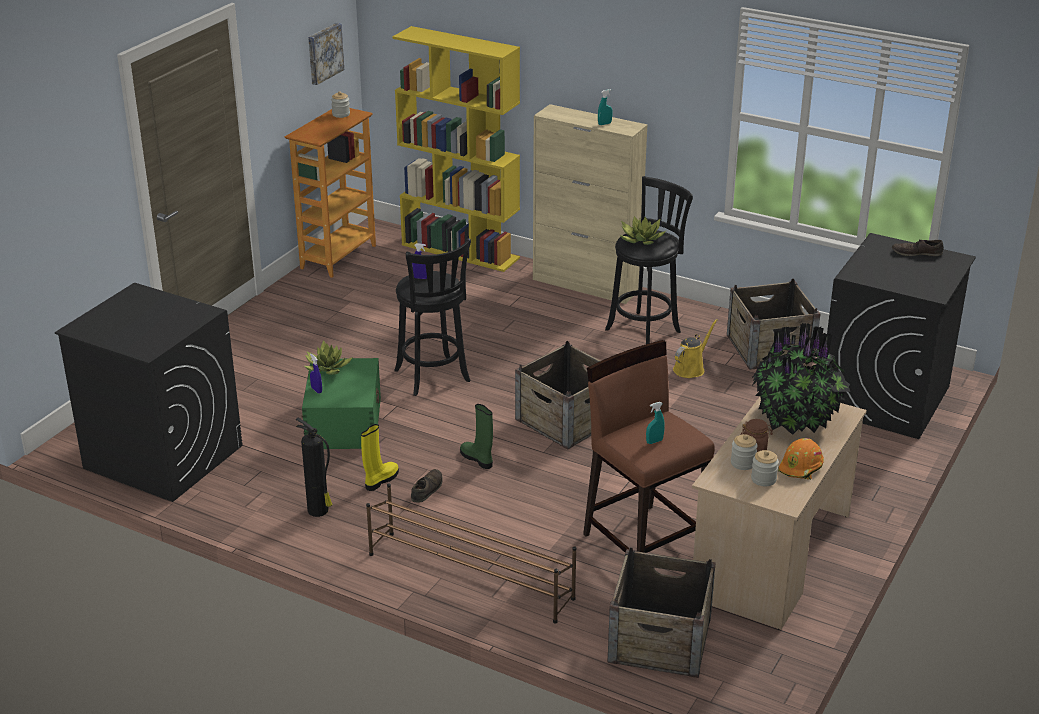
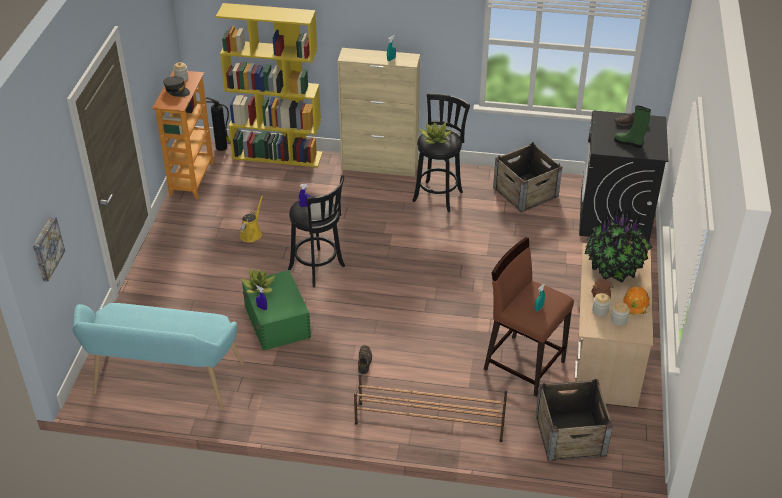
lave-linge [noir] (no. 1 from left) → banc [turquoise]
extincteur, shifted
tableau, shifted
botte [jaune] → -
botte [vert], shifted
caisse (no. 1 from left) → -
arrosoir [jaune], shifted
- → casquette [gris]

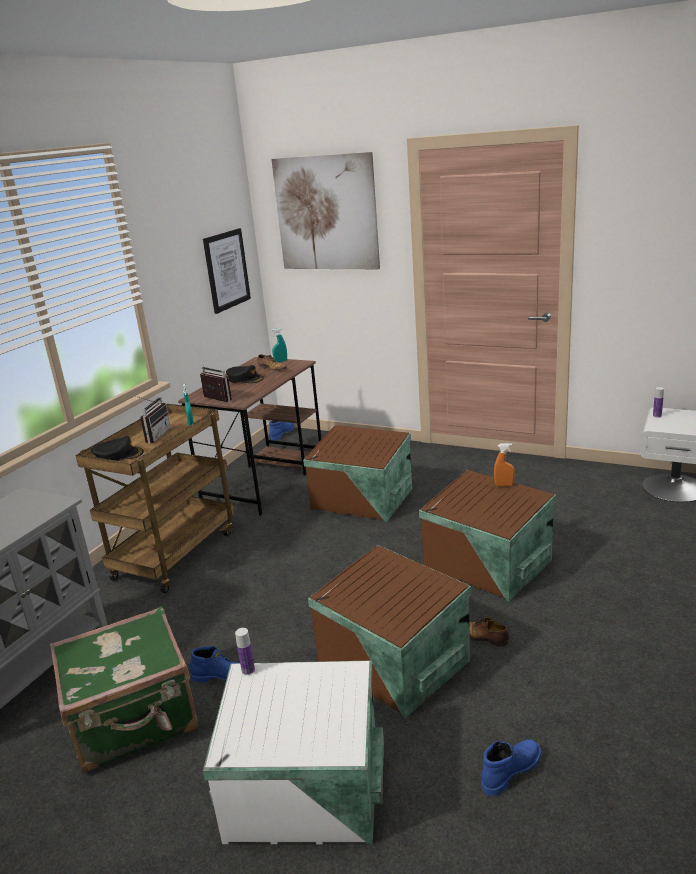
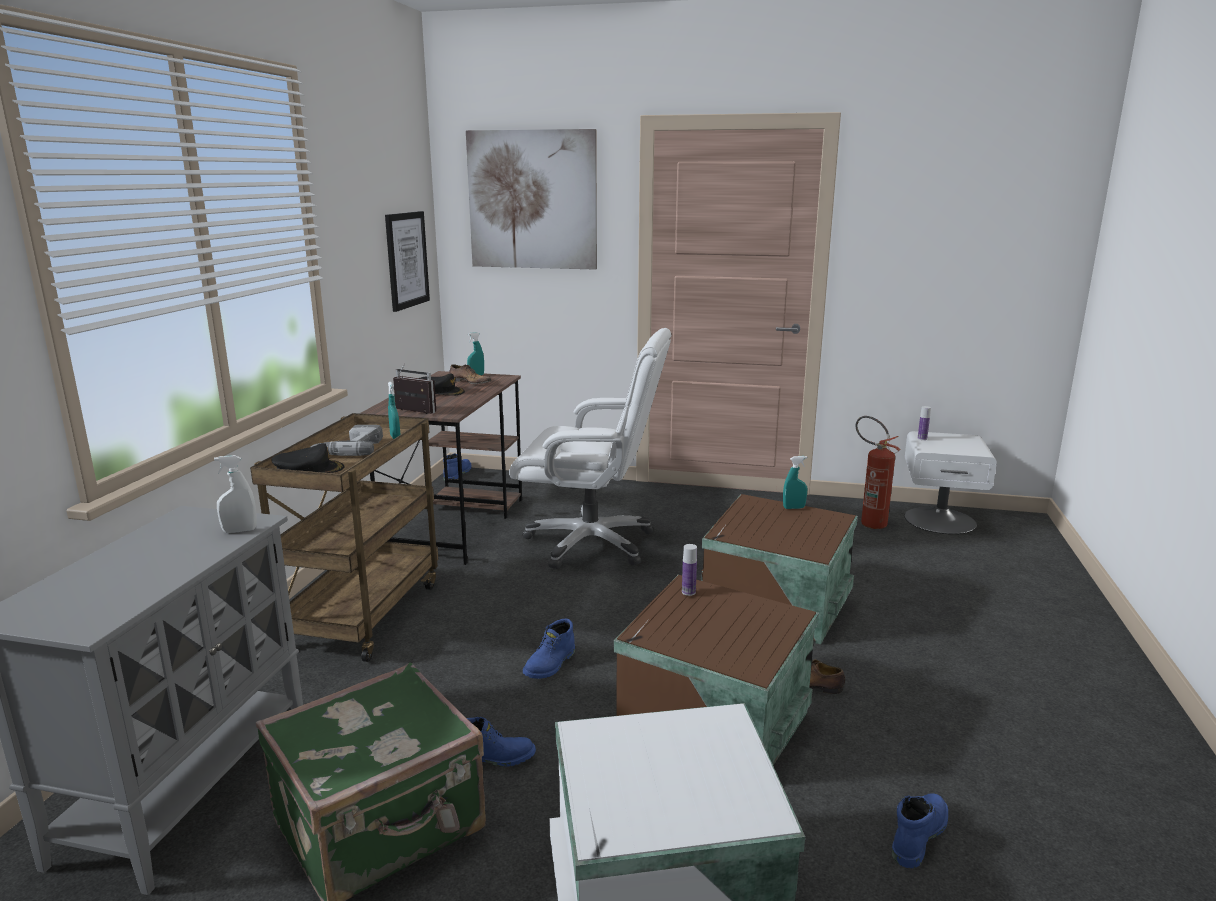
radio (no. 1 from left) → perceuse
bouteille (no. 1 from left), shifted
boîte de rangement [marron] (no. 1 from left) → chaise de bureau [blanc]
vaporisateur [orange] → vaporisateur [turquoise] (no. 3 from left)
- → vaporisateur [blanc]
- → botte [bleu] (no. 3 from left)
- → extincteur

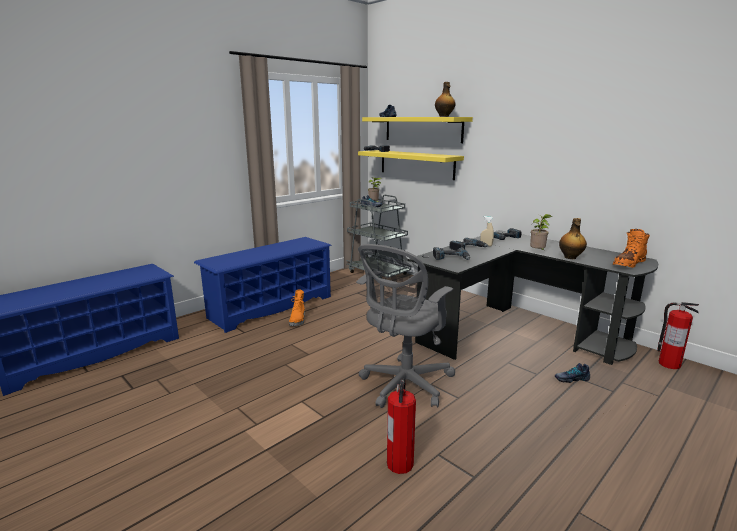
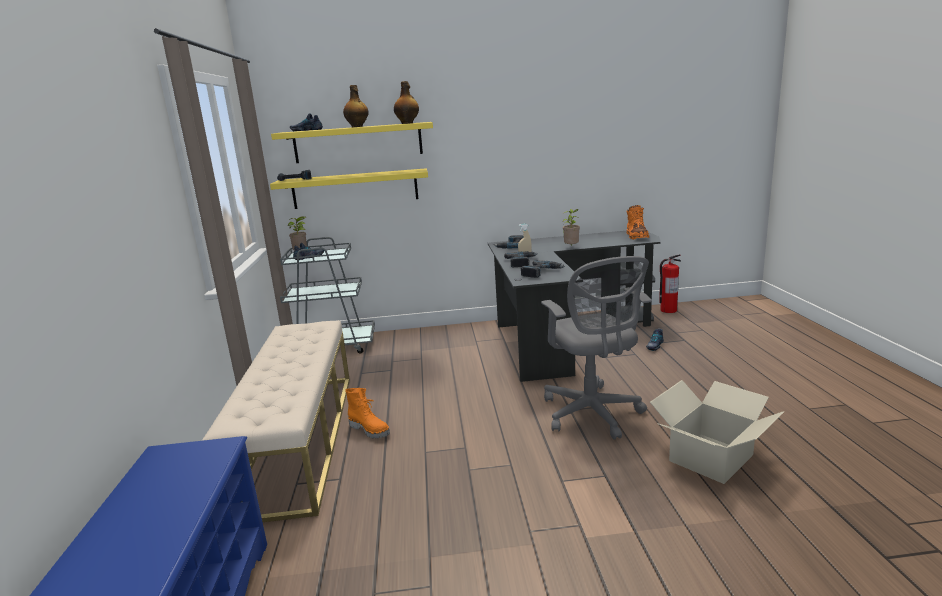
étagère à chaussures [bleu] (no. 2 from left) → banc [beige]
extincteur (no. 1 from left) → carton
bouteille (no. 2 from left in the first image) → bouteille (no. 1 from left), shifted

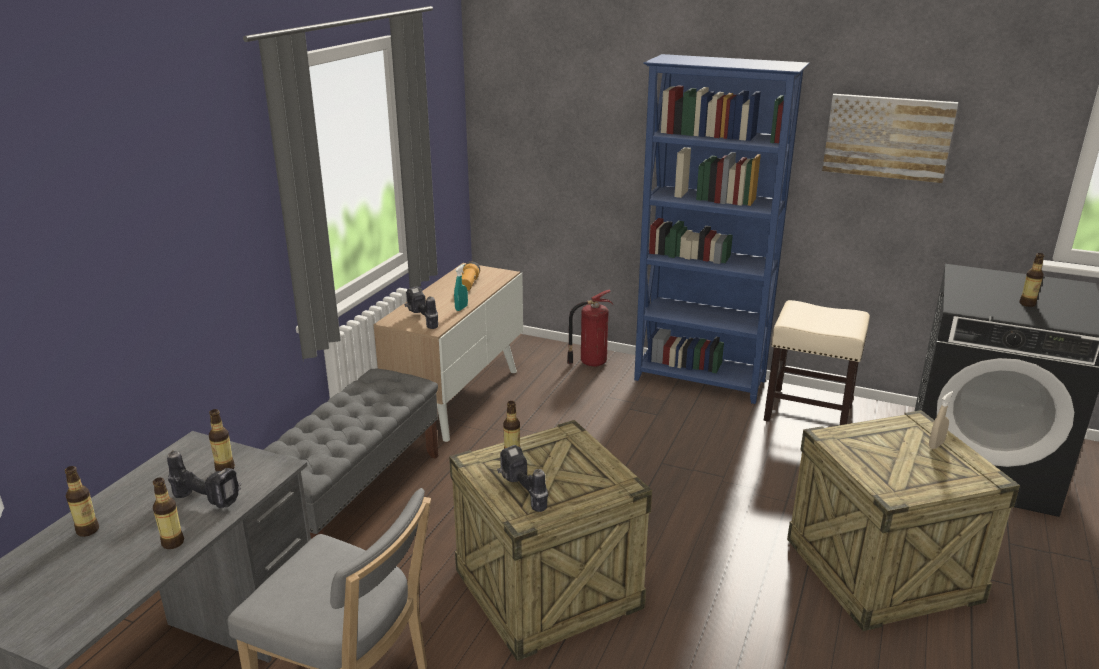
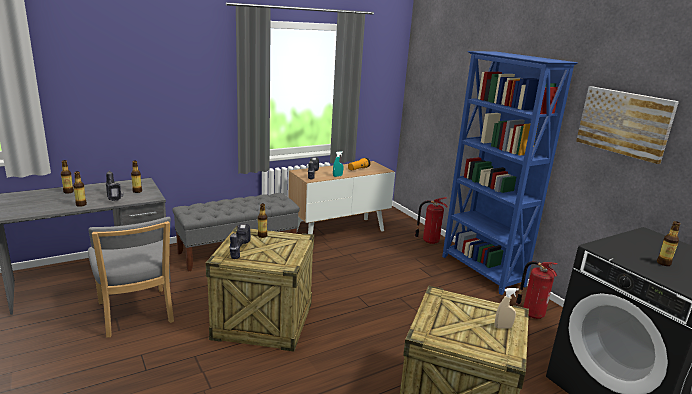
tabouret [beige] → extincteur (no. 2 from left)

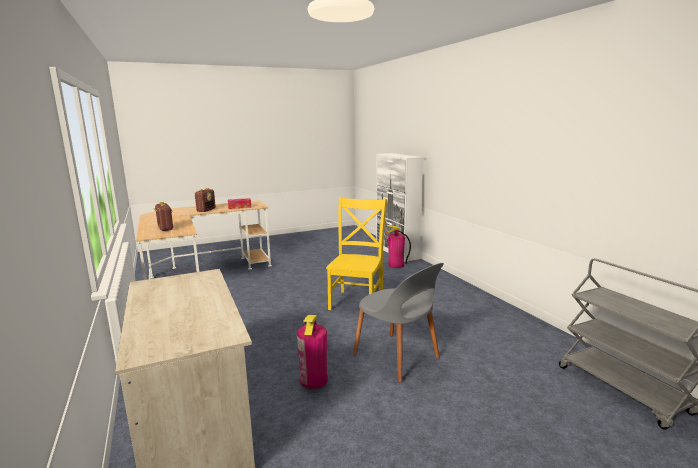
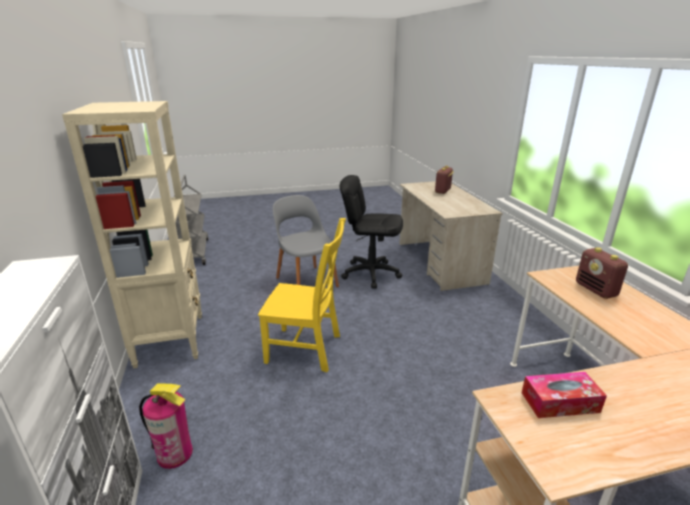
radio (no. 2 from left in the first image) → radio (no. 1 from left), shifted
extincteur (no. 1 from left) → chaise de bureau [noir]
chaise [jaune], 105 degrees counterclockwise
- → bibliothèque [beige]

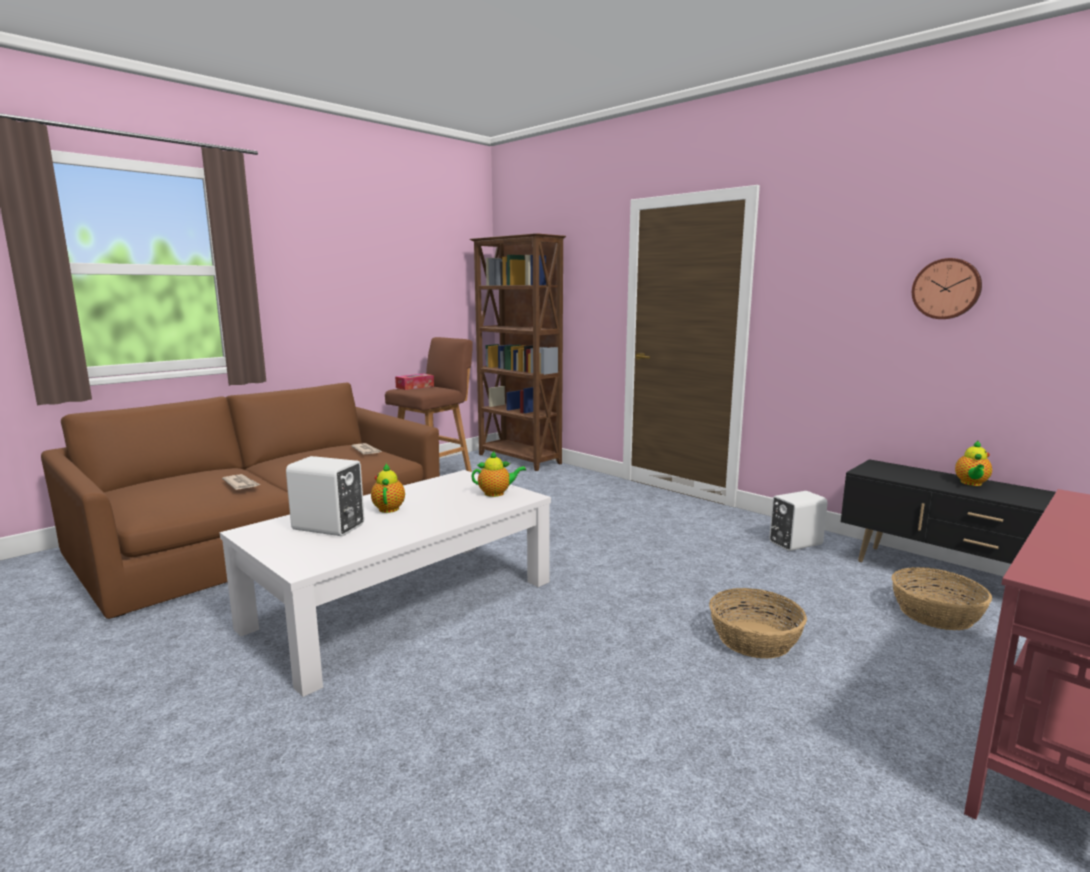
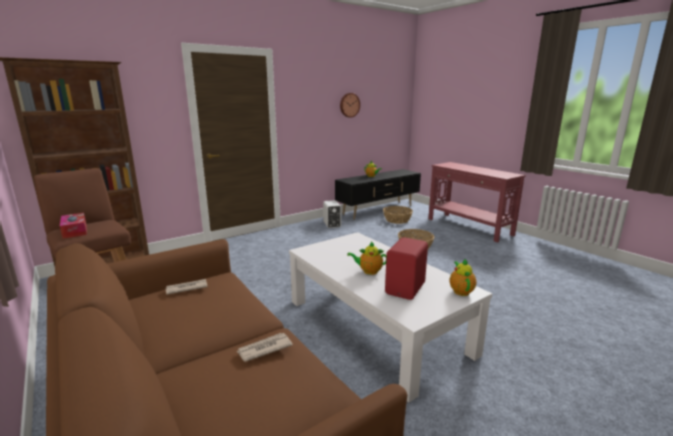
enceinte [blanc] (no. 1 from left) → enceinte [rouge]
théière (no. 2 from left in the first image) → théière (no. 3 from left), shifted

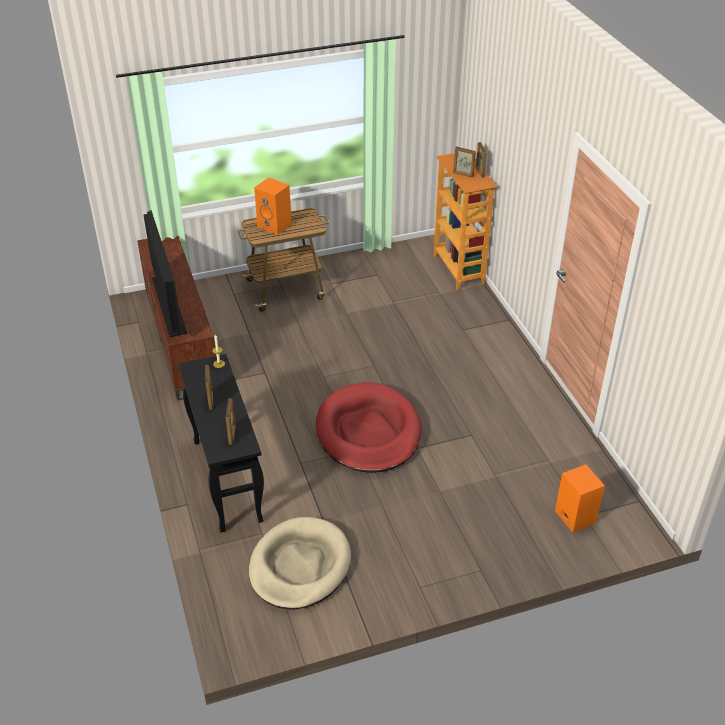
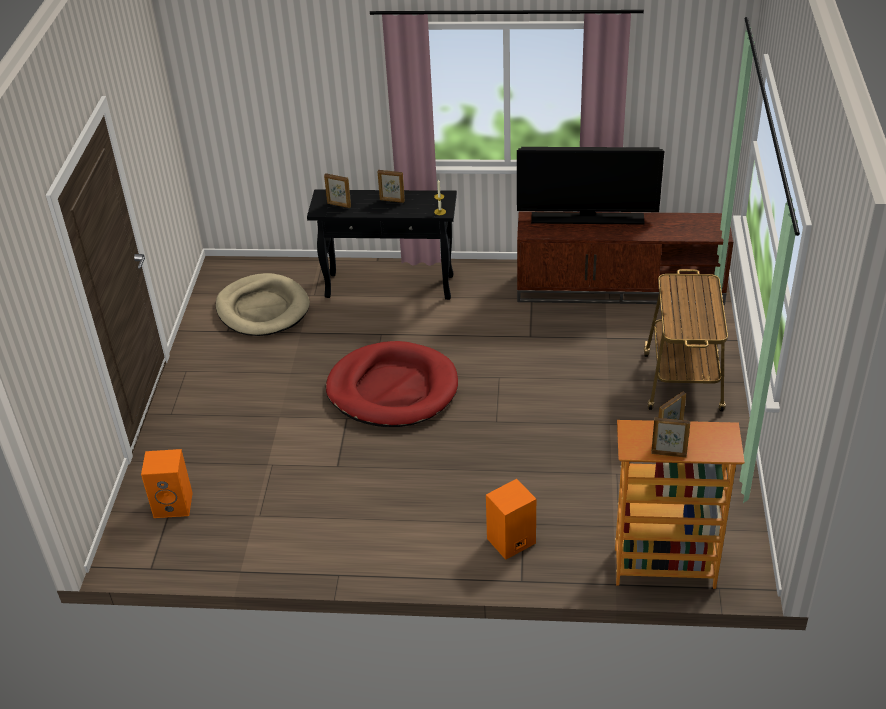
enceinte [orange] (no. 1 from left in the first image) → enceinte [orange] (no. 2 from left), shifted

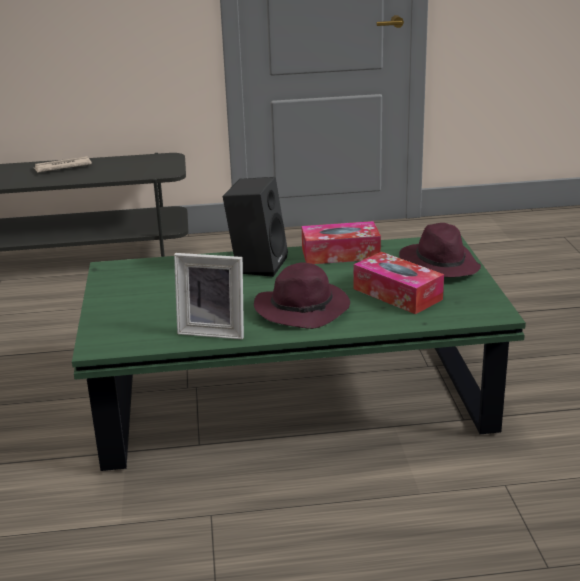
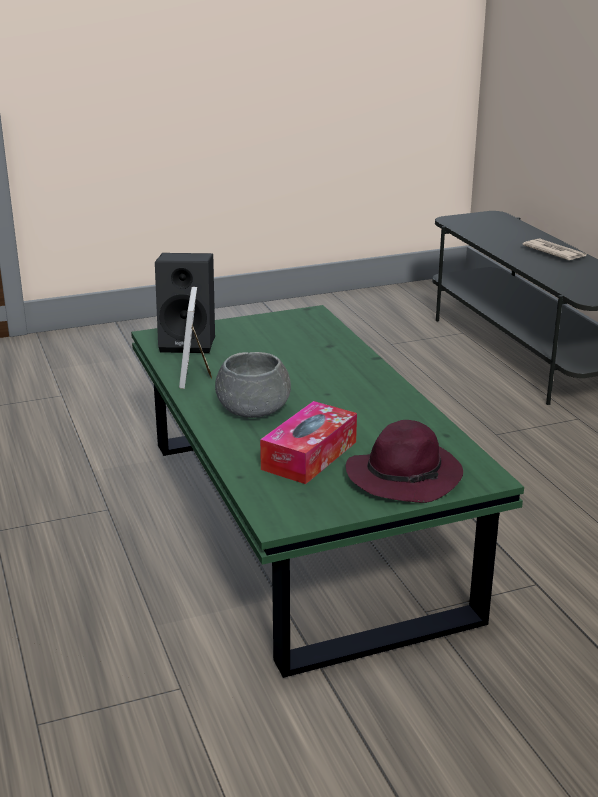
enceinte [noir], shifted
chapeau [violet] (no. 1 from left) → bol [gris]
boîte à mouchoirs (no. 1 from left) → -

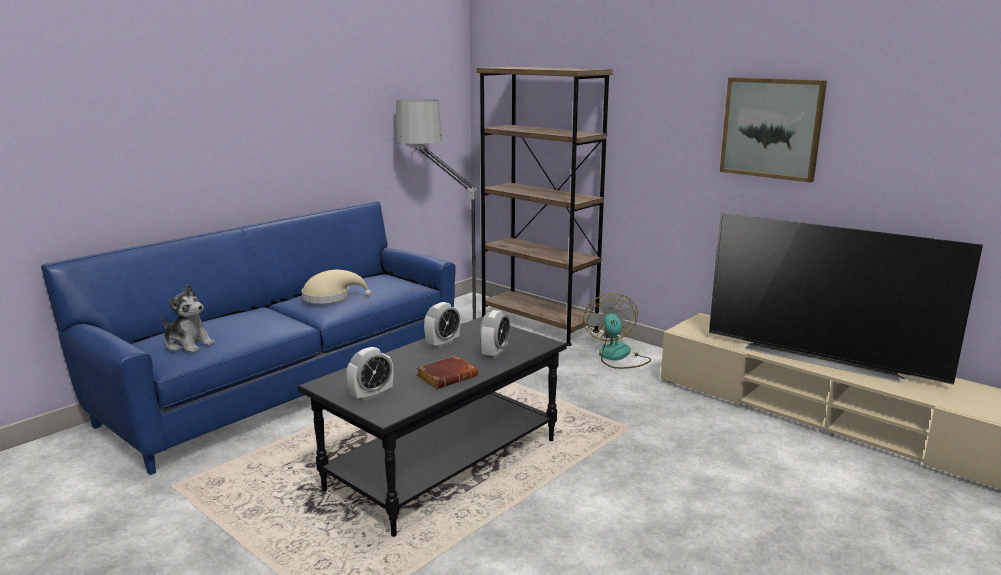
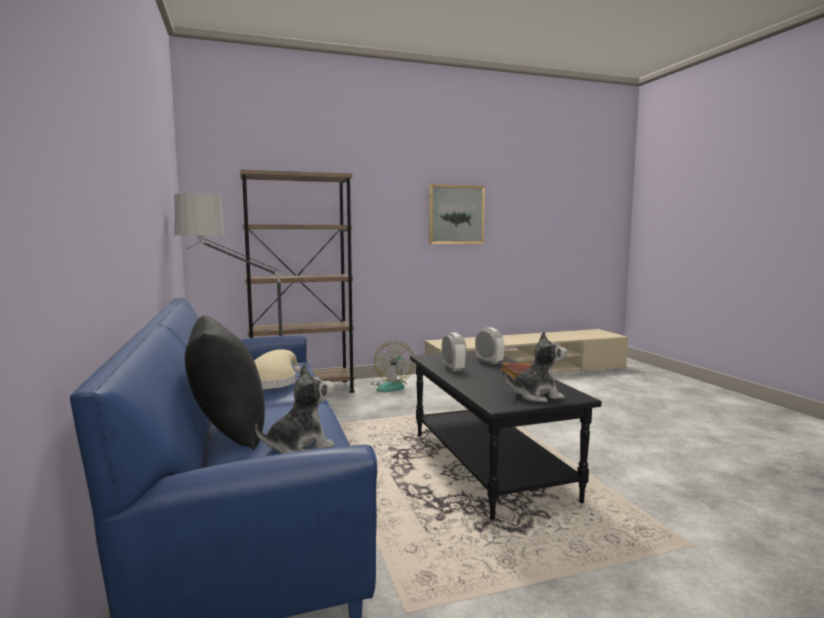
réveil (no. 1 from left) → peluche (no. 2 from left)
ventilateur, 105 degrees counterclockwise
téléviseur → -
- → coussin [noir]

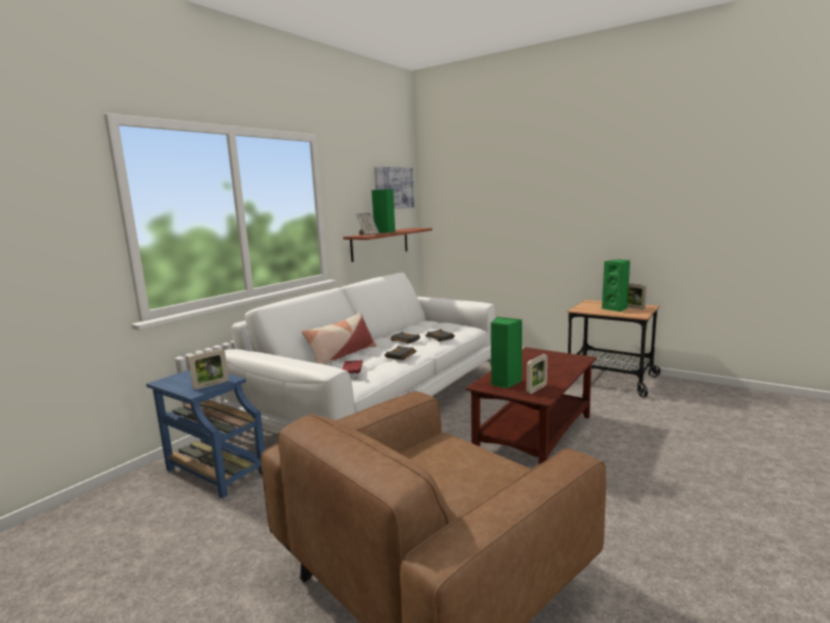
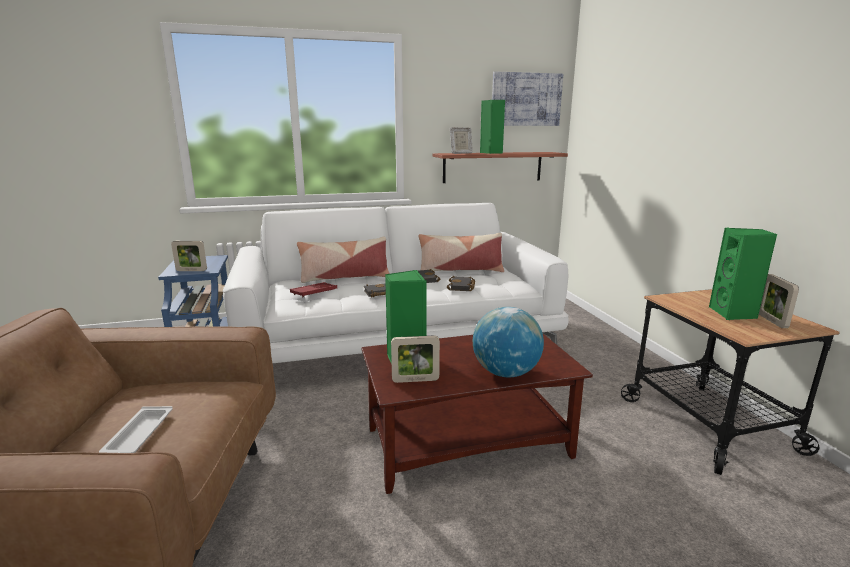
- → plateau [blanc]
- → coussin (no. 2 from left)
- → globe

